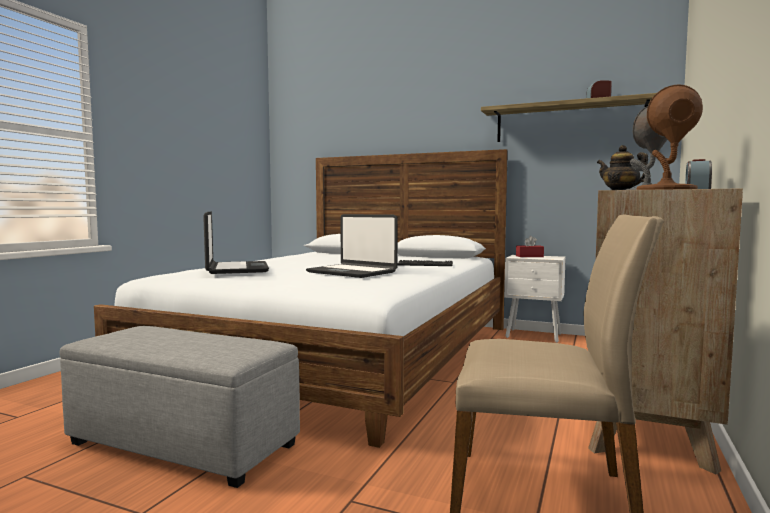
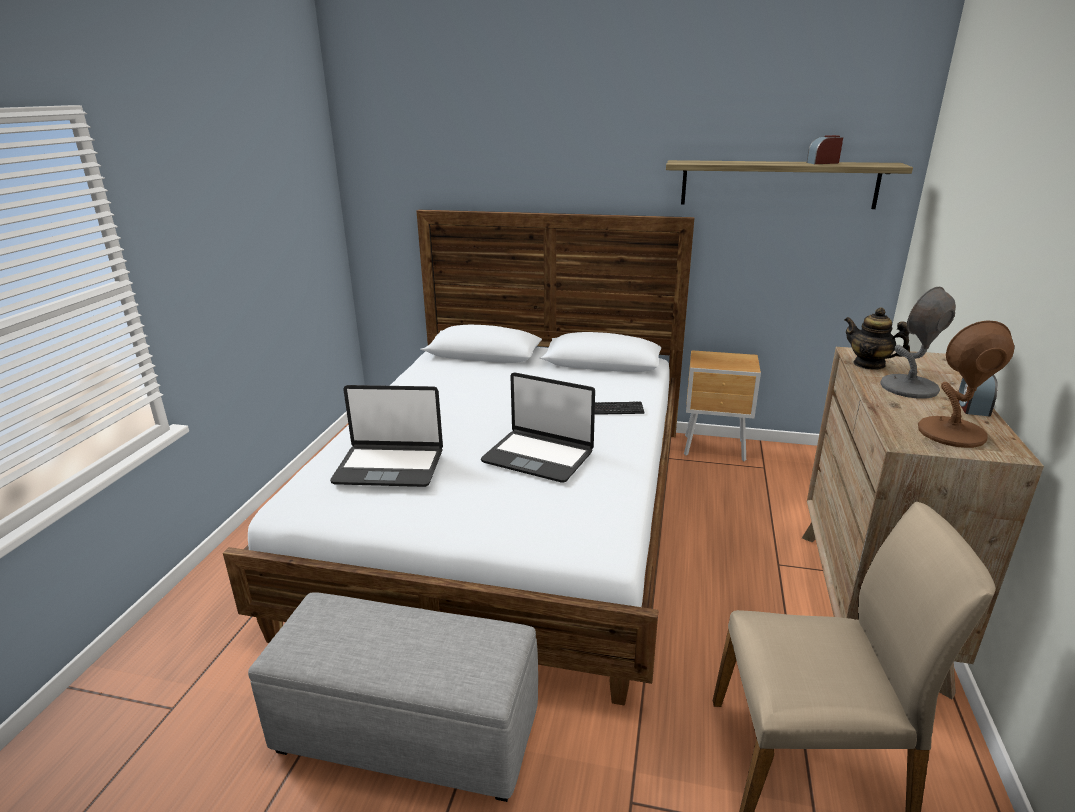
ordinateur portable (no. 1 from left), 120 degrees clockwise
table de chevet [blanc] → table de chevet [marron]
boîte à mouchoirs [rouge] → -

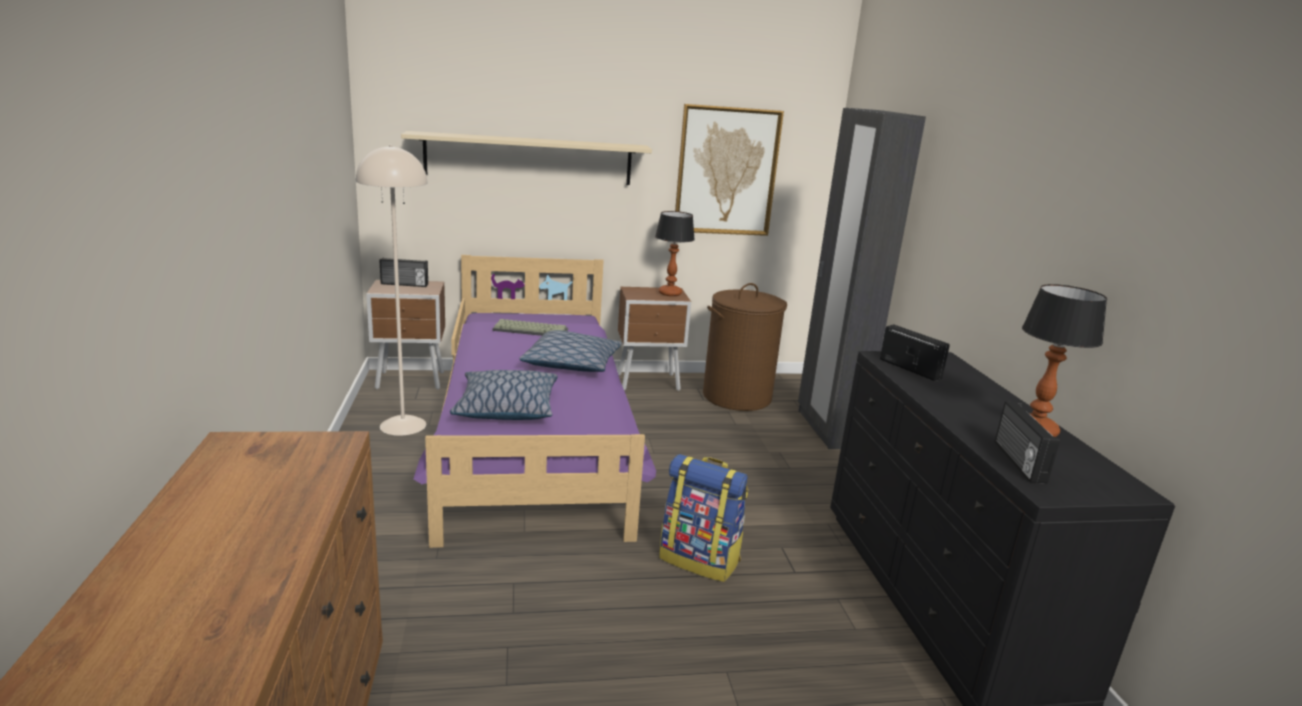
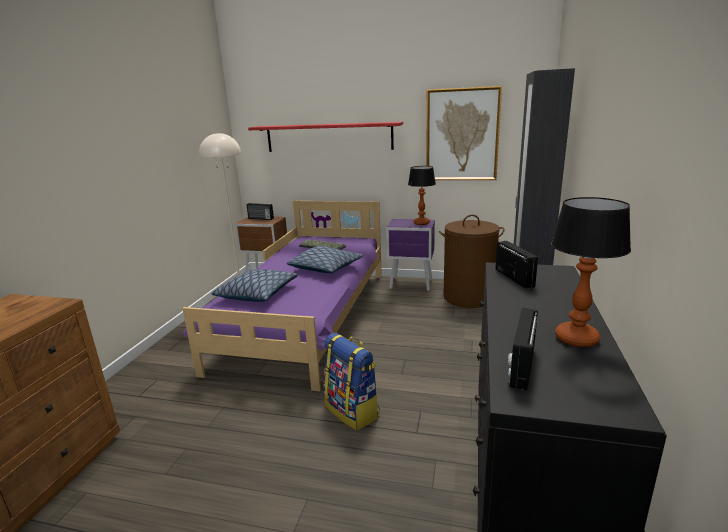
étagère [beige] → étagère [rouge]
table de chevet [marron] (no. 2 from left) → table de chevet [violet]

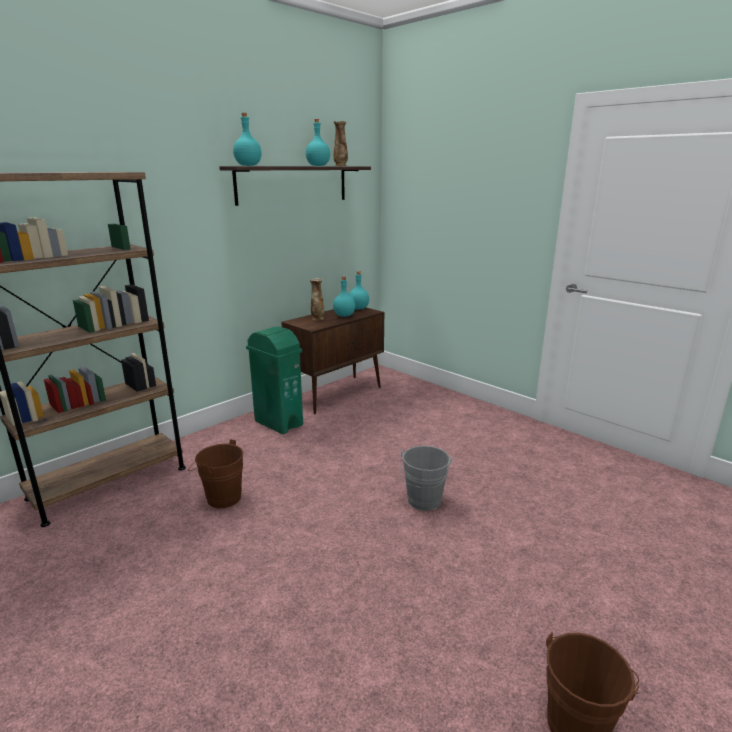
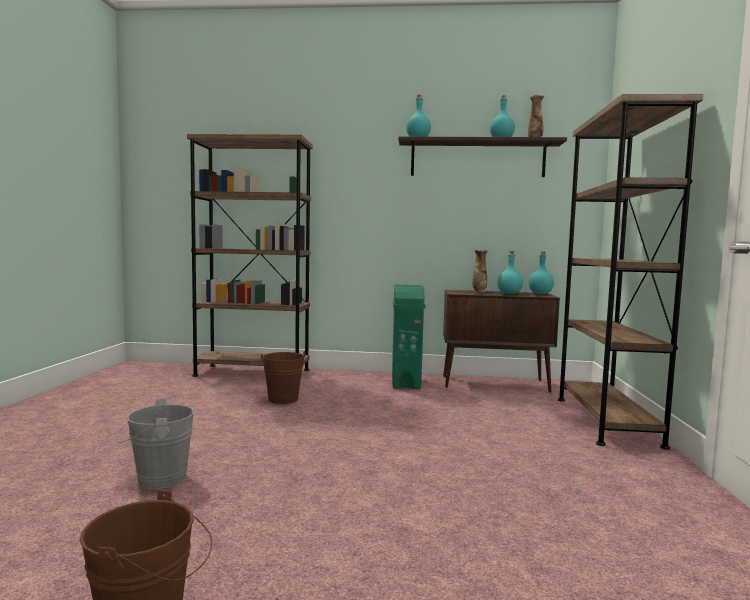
seau [gris], shifted
- → bibliothèque [marron] (no. 2 from left)

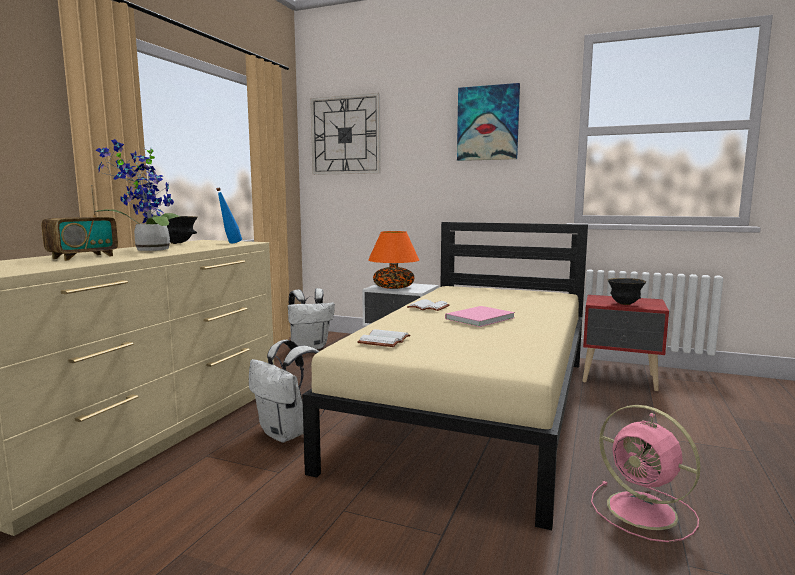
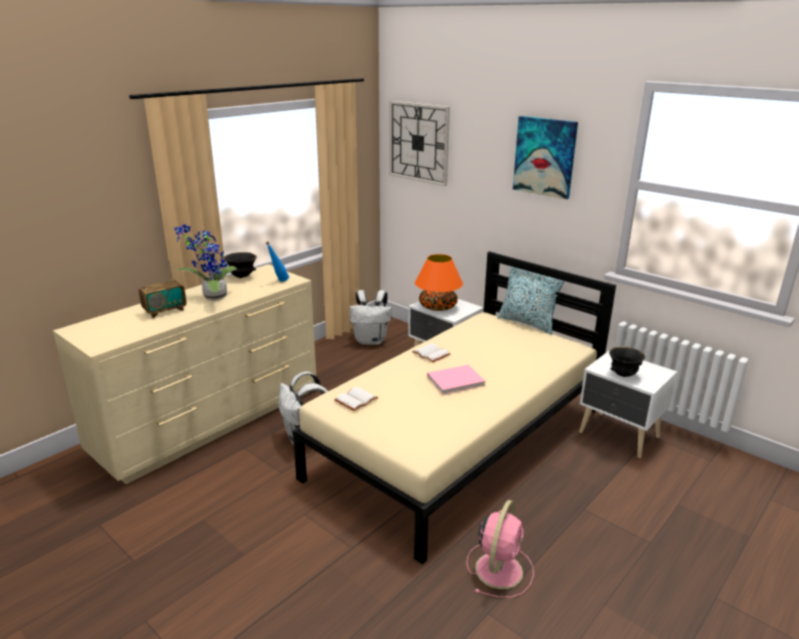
table de chevet [rouge] → table de chevet [blanc] (no. 2 from left)
ventilateur [rose], 135 degrees counterclockwise
- → coussin

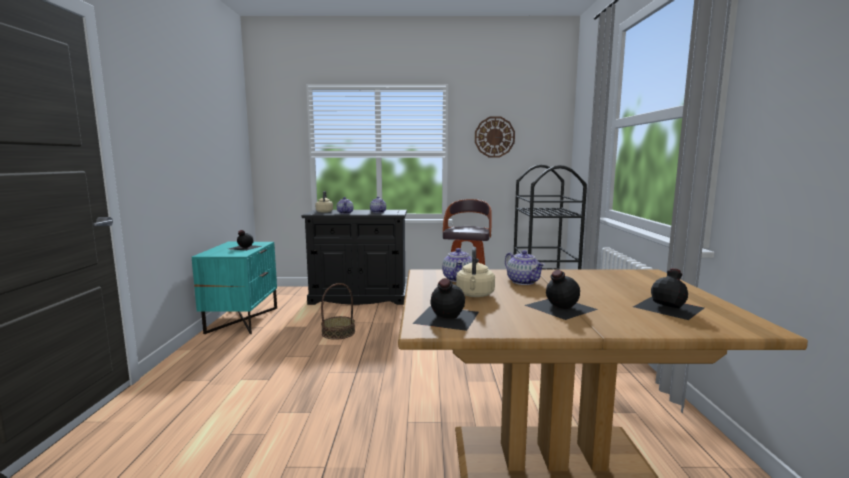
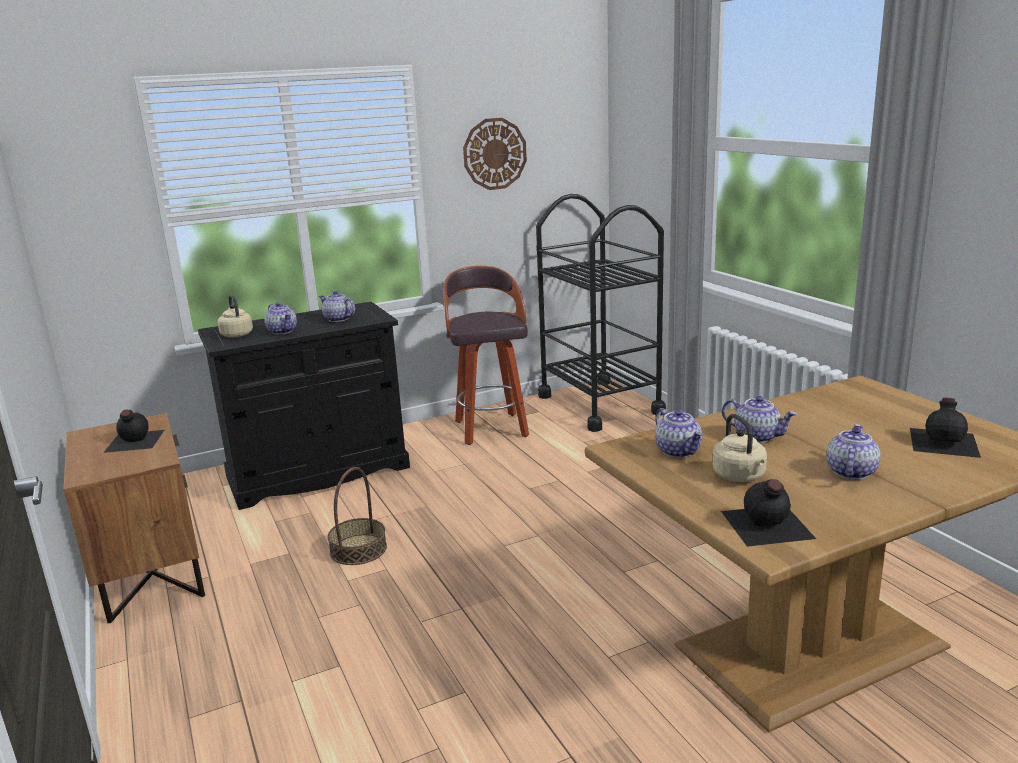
table de chevet [turquoise] → table de chevet [marron]
bouteille [noir] (no. 3 from left) → théière (no. 5 from left)

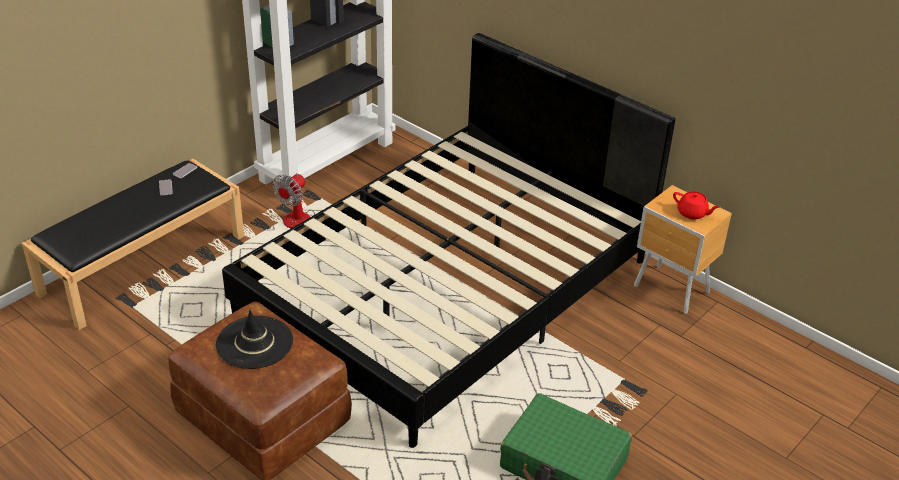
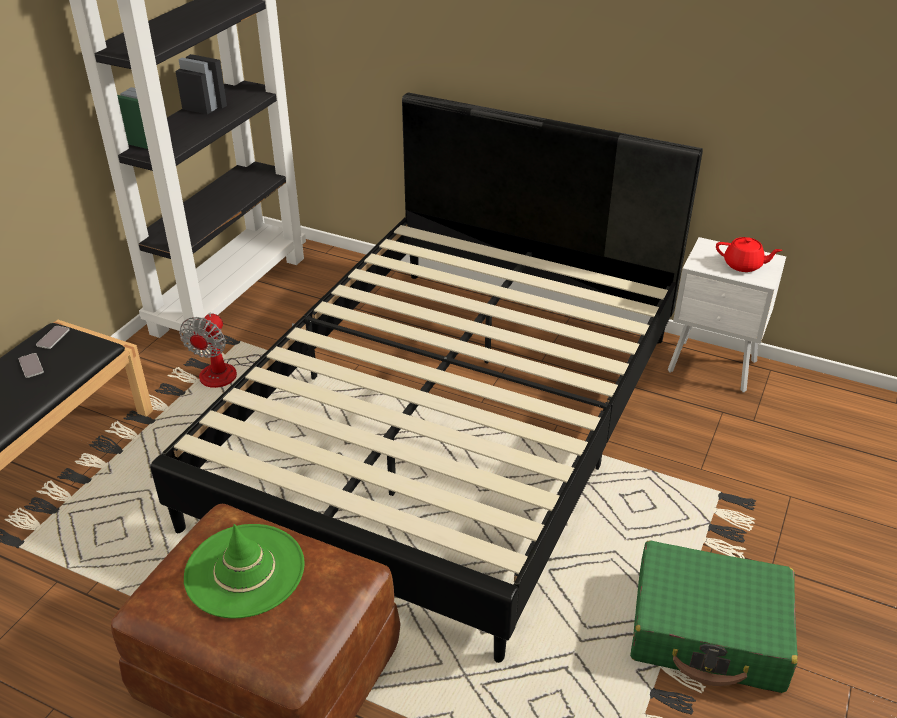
chapeau [noir] → chapeau [vert]
table de chevet [marron] → table de chevet [blanc]

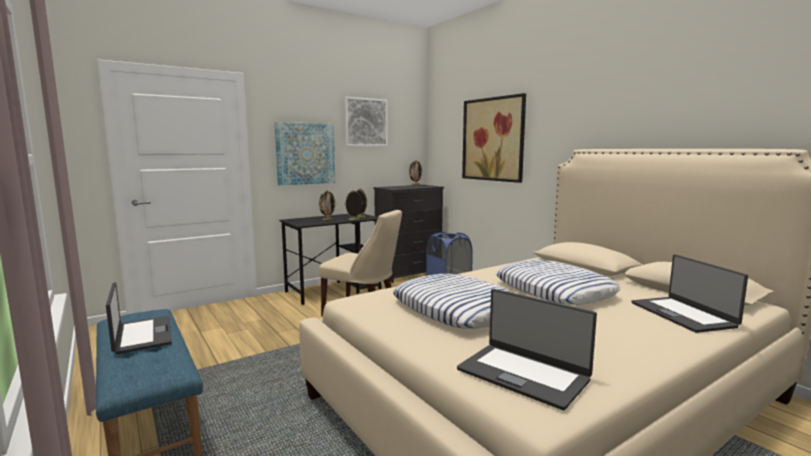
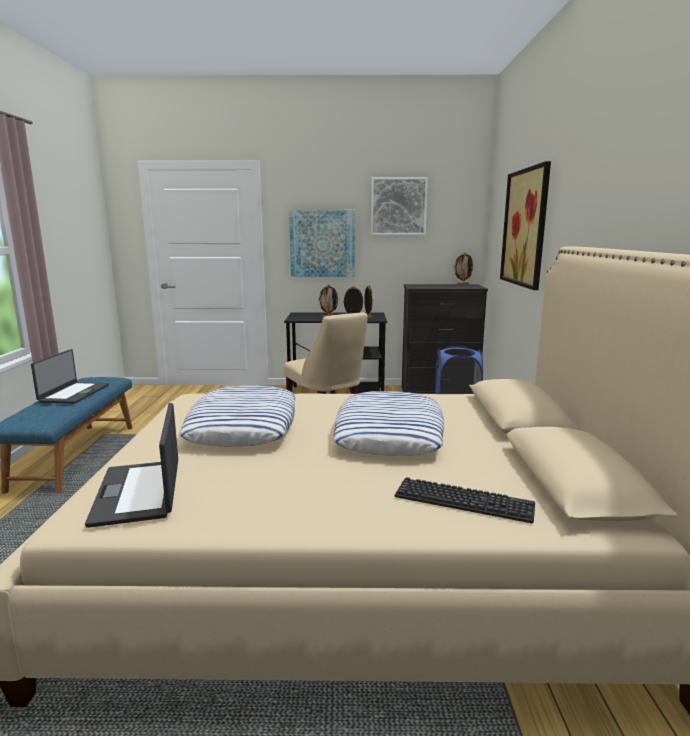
ordinateur portable (no. 3 from left) → clavier

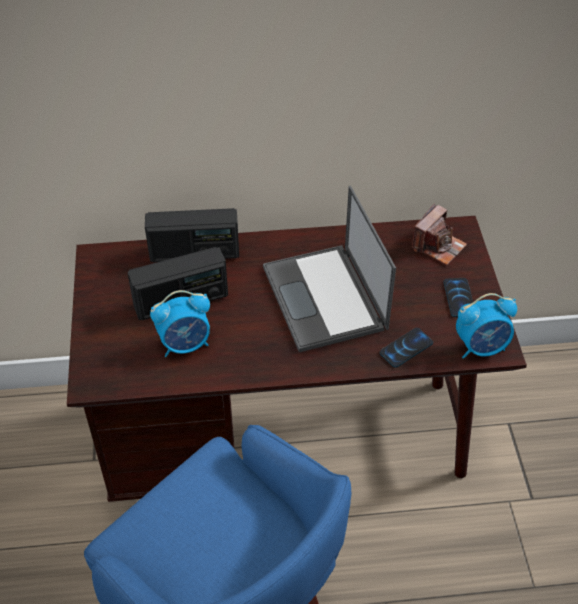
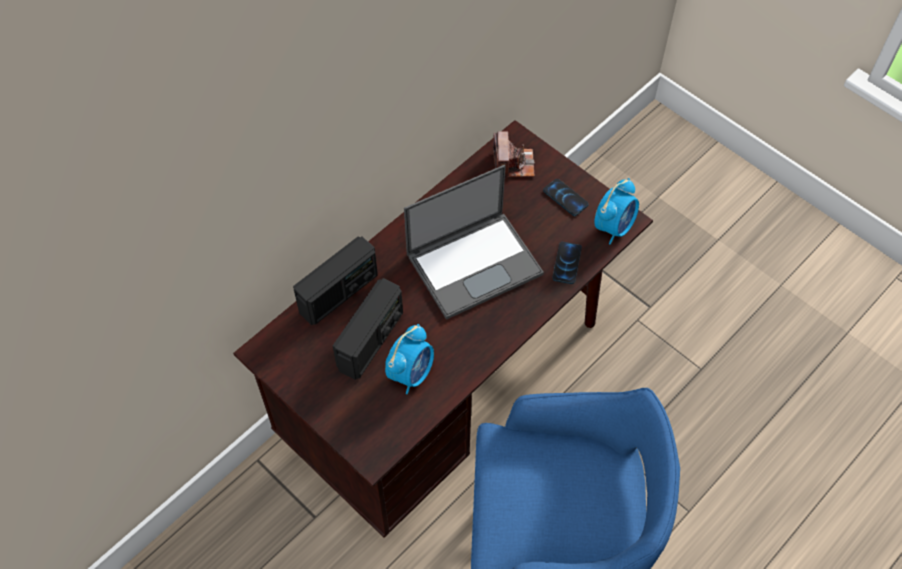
ordinateur portable, 60 degrees counterclockwise

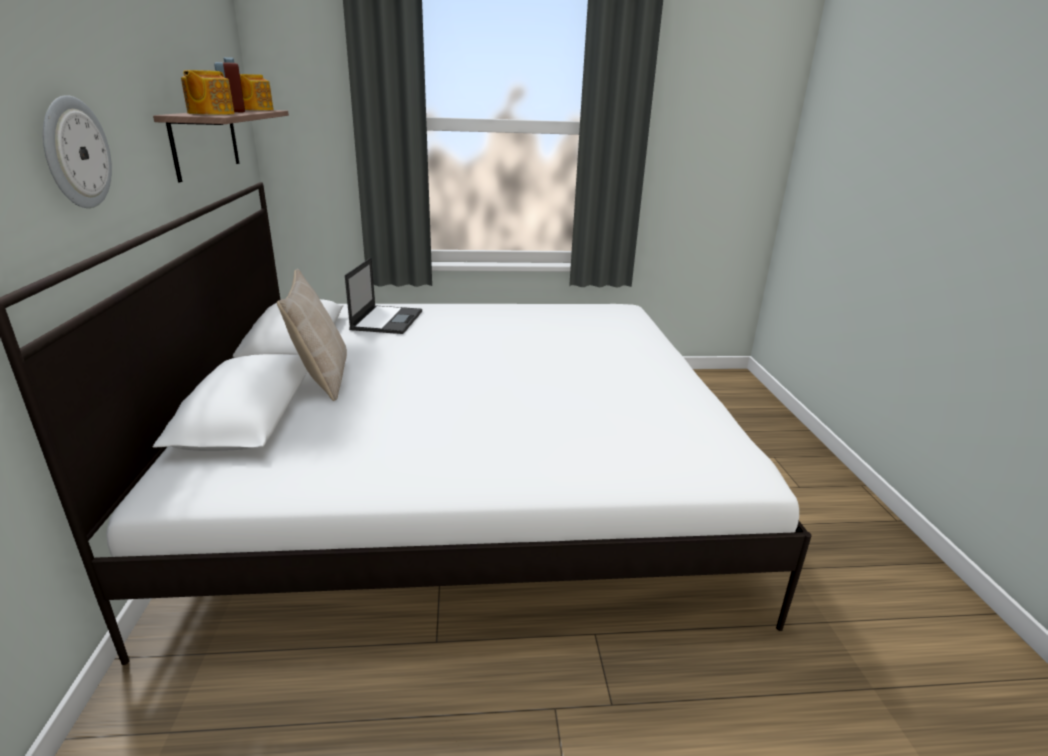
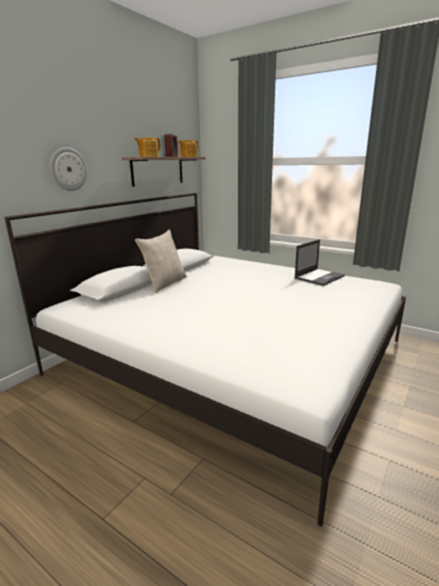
ordinateur portable, shifted

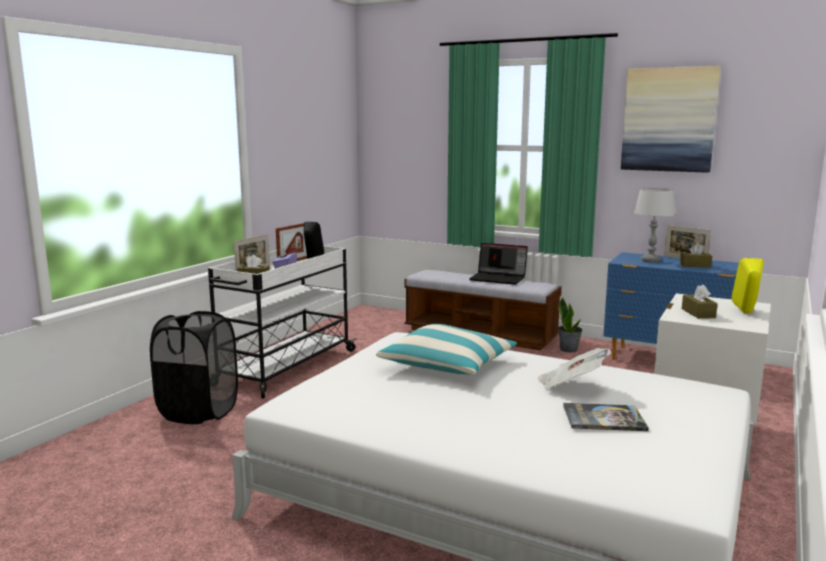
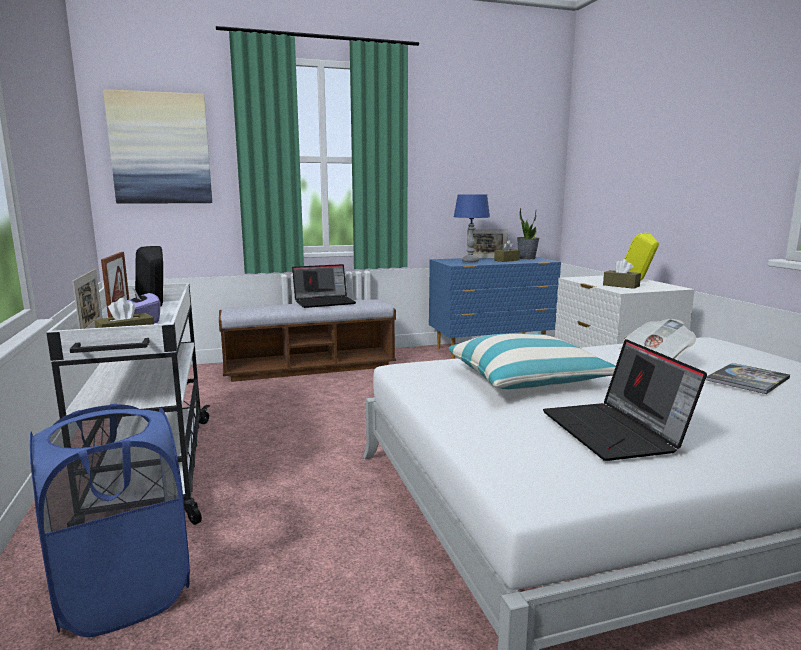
panier à linge [noir] → panier à linge [bleu]
plante en pot, shifted
tableau, shifted
lampe de table [gris] → lampe de table [bleu]
- → ordinateur portable (no. 2 from left)

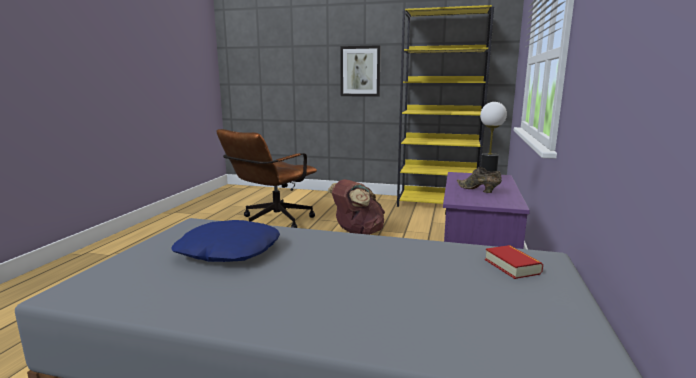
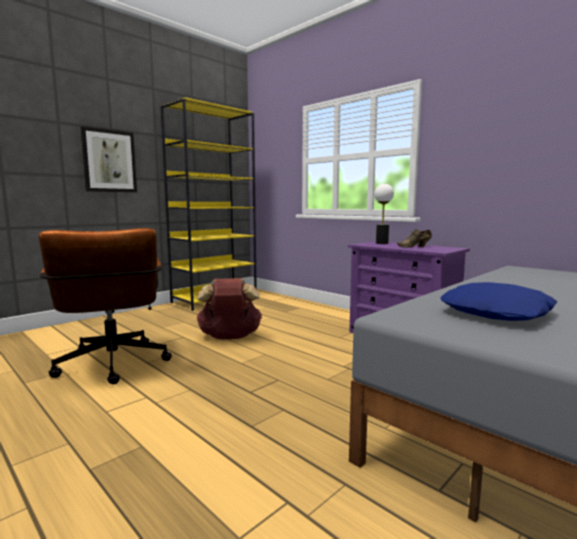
livre → -

